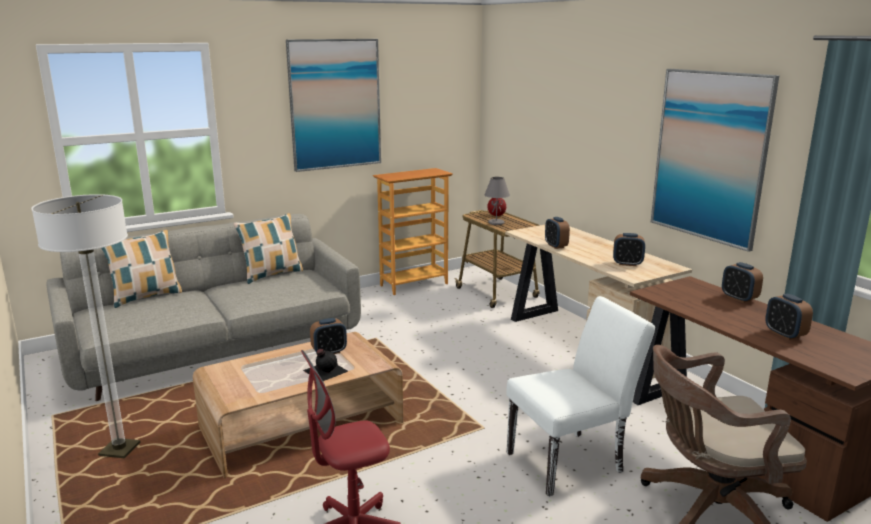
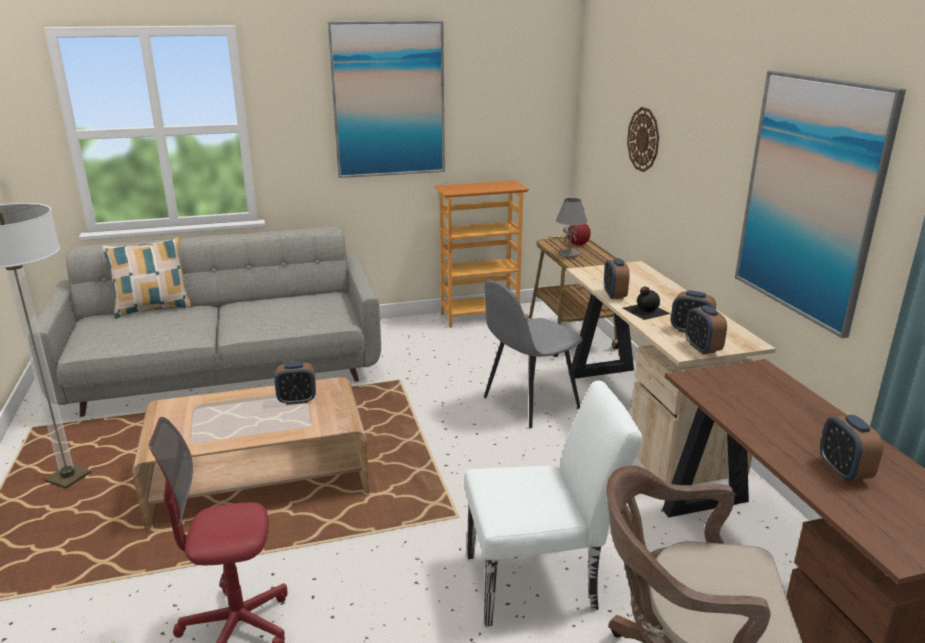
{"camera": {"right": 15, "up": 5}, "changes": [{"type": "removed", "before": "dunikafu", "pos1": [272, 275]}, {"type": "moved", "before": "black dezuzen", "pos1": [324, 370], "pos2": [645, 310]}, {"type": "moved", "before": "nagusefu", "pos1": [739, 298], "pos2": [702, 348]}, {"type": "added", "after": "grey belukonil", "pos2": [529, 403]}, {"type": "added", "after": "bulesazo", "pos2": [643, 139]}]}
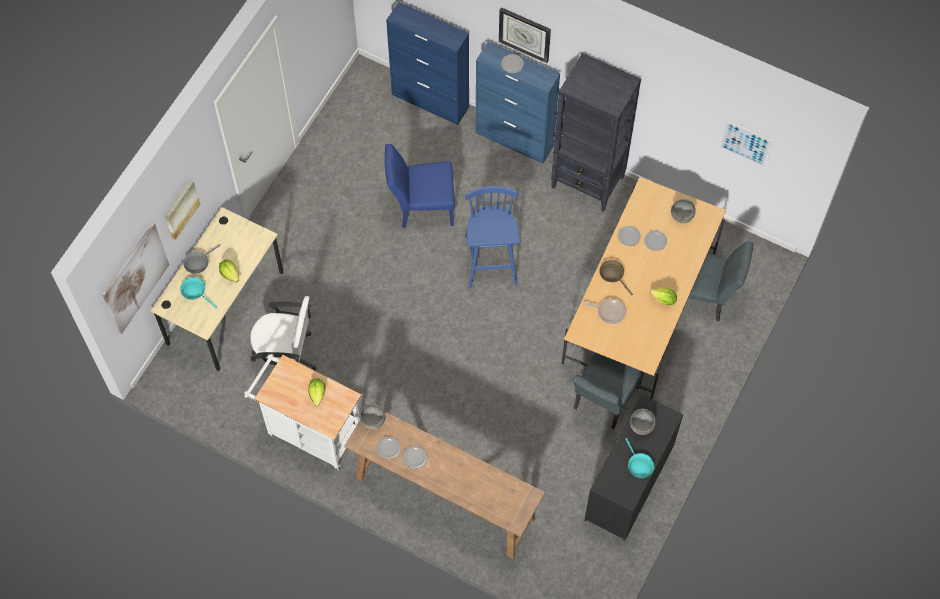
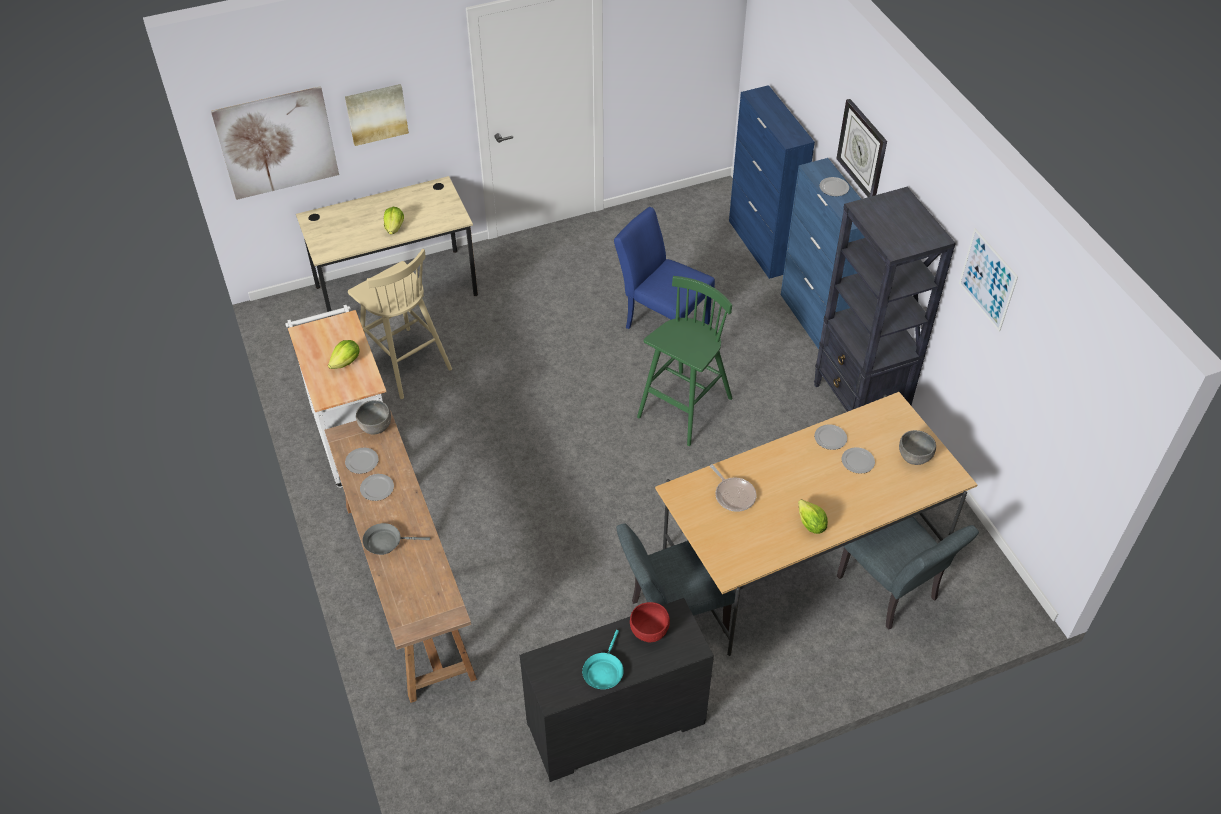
{"camera": {"right": 40, "up": -15}, "changes": [{"type": "removed", "before": "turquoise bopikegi", "pos1": [195, 291]}, {"type": "moved", "before": "grey bopikegi", "pos1": [198, 263], "pos2": [386, 542]}, {"type": "replaced", "before": "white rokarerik", "after": "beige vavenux", "pos1": [287, 356], "pos2": [404, 362]}, {"type": "recoloured", "before": "blue vavenux", "after": "green vavenux", "pos1": [491, 261], "pos2": [683, 409]}, {"type": "removed", "before": "brown bopikegi", "pos1": [613, 275]}, {"type": "recoloured", "before": "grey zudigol", "after": "red zudigol", "pos1": [641, 426], "pos2": [649, 632]}, {"type": "moved", "before": "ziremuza", "pos1": [745, 143], "pos2": [987, 280]}]}
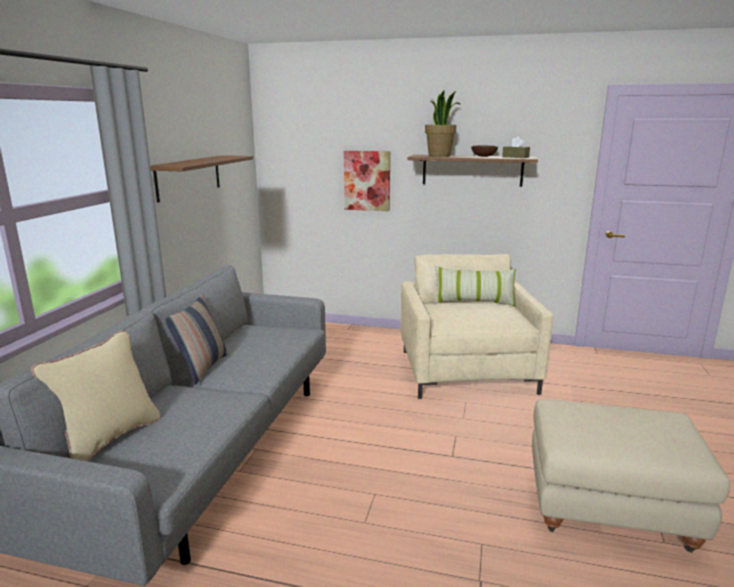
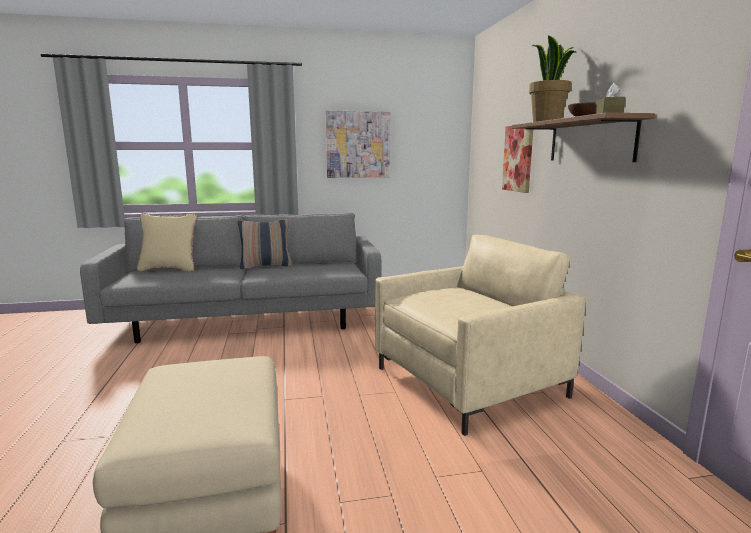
{"camera": {"right": 65, "up": -5}, "changes": [{"type": "replaced", "before": "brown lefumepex", "after": "ziremuza", "pos1": [189, 177], "pos2": [358, 144]}, {"type": "removed", "before": "dunikafu", "pos1": [473, 302]}]}
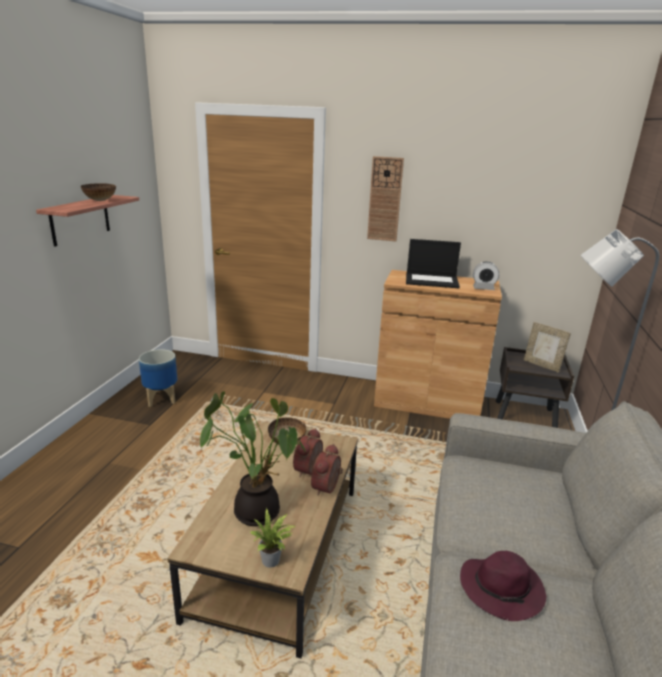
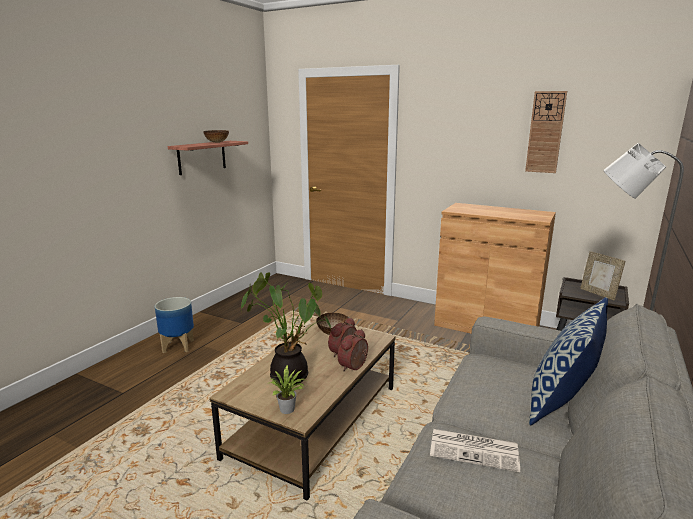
{"camera": {"right": 15, "up": -5}, "changes": [{"type": "moved", "before": "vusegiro", "pos1": [162, 399], "pos2": [179, 346]}, {"type": "moved", "before": "bulesazo", "pos1": [385, 199], "pos2": [545, 132]}, {"type": "removed", "before": "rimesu", "pos1": [432, 280]}, {"type": "replaced", "before": "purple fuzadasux", "after": "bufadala", "pos1": [502, 588], "pos2": [475, 450]}, {"type": "removed", "before": "nagusefu", "pos1": [483, 288]}, {"type": "added", "after": "dunikafu", "pos2": [561, 403]}]}
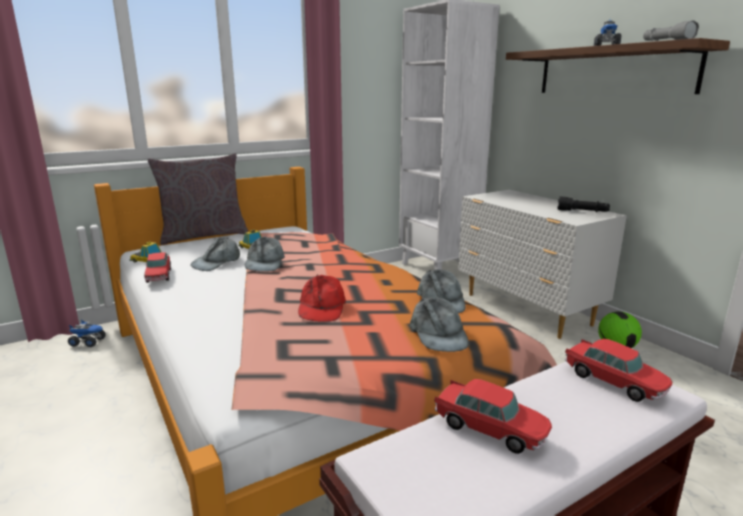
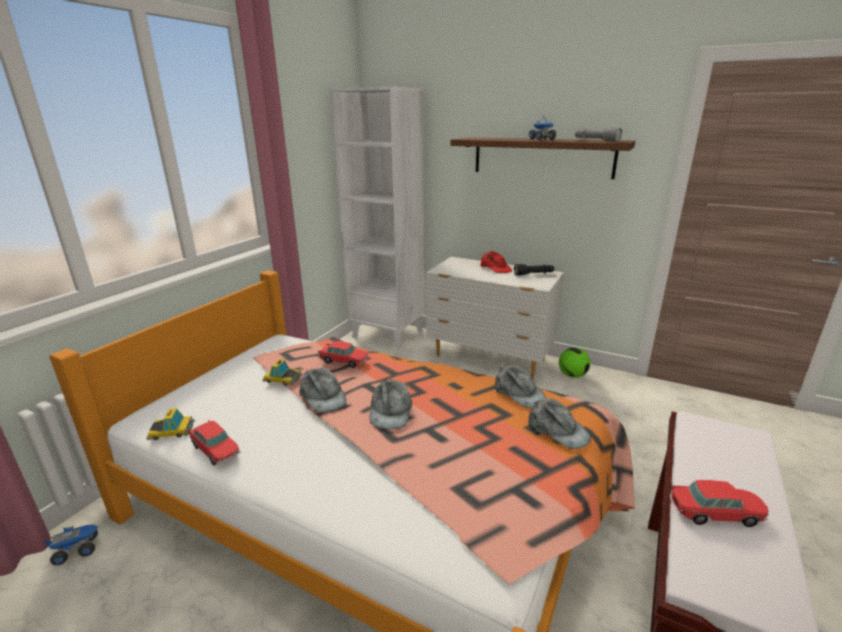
{"camera": {"right": -30, "up": 5}, "changes": [{"type": "removed", "before": "grey dunikafu", "pos1": [204, 236]}, {"type": "moved", "before": "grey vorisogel", "pos1": [217, 262], "pos2": [390, 411]}, {"type": "moved", "before": "red vorisogel", "pos1": [321, 307], "pos2": [495, 268]}, {"type": "moved", "before": "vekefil", "pos1": [614, 382], "pos2": [344, 361]}]}
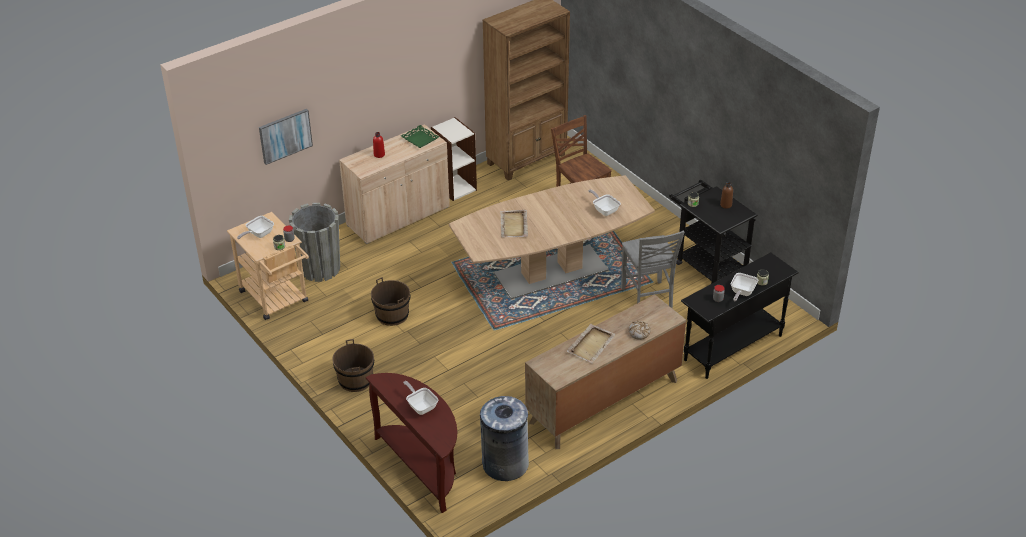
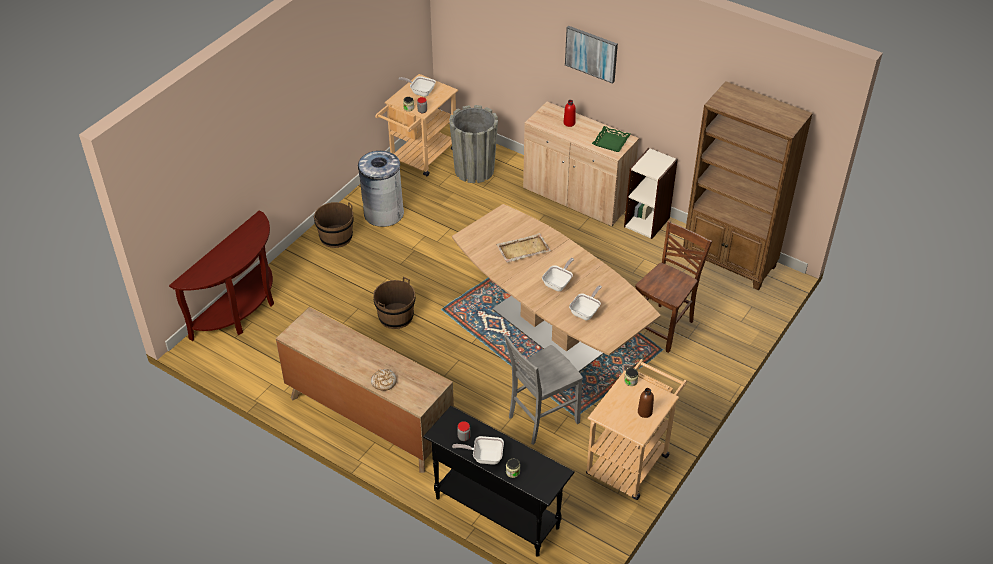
{"camera": {"right": 70, "up": 5}, "changes": [{"type": "moved", "before": "ziremuza", "pos1": [285, 135], "pos2": [591, 53]}, {"type": "moved", "before": "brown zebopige", "pos1": [392, 315], "pos2": [395, 316]}, {"type": "moved", "before": "bopikegi", "pos1": [421, 406], "pos2": [558, 283]}, {"type": "moved", "before": "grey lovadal", "pos1": [505, 464], "pos2": [383, 213]}, {"type": "removed", "before": "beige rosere", "pos1": [591, 344]}, {"type": "recoloured", "before": "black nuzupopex", "after": "beige nuzupopex", "pos1": [706, 265], "pos2": [631, 459]}]}
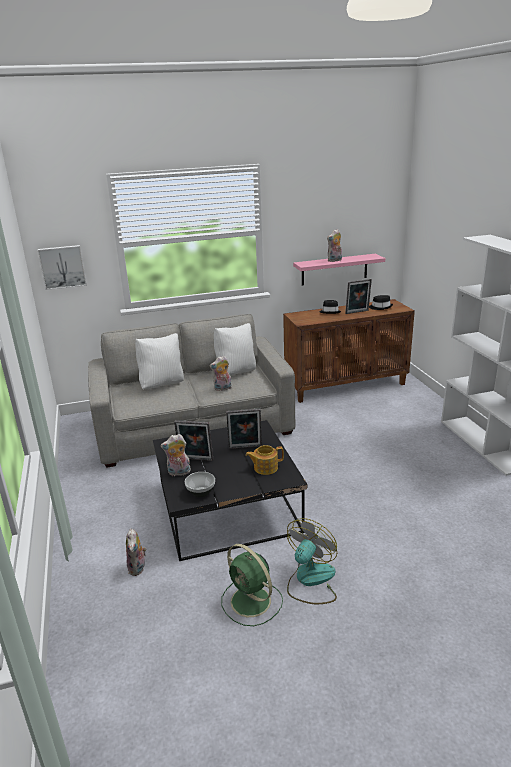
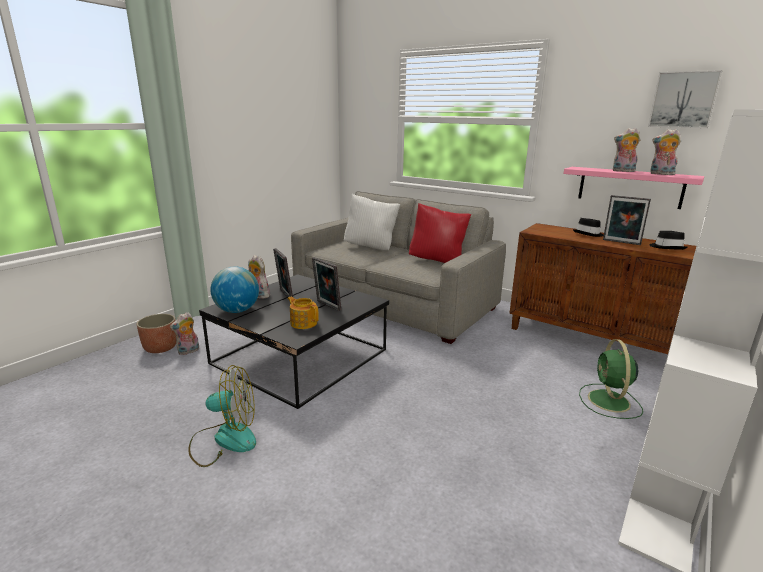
{"camera": {"right": 50, "up": -5}, "changes": [{"type": "moved", "before": "ziremuza", "pos1": [62, 267], "pos2": [683, 100]}, {"type": "replaced", "before": "zudigol", "after": "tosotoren", "pos1": [200, 492], "pos2": [237, 311]}, {"type": "moved", "before": "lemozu", "pos1": [222, 388], "pos2": [661, 174]}, {"type": "recoloured", "before": "white dunikafu", "after": "red dunikafu", "pos1": [235, 372], "pos2": [437, 261]}, {"type": "moved", "before": "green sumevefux", "pos1": [252, 602], "pos2": [609, 402]}, {"type": "added", "after": "vusegiro", "pos2": [161, 348]}]}
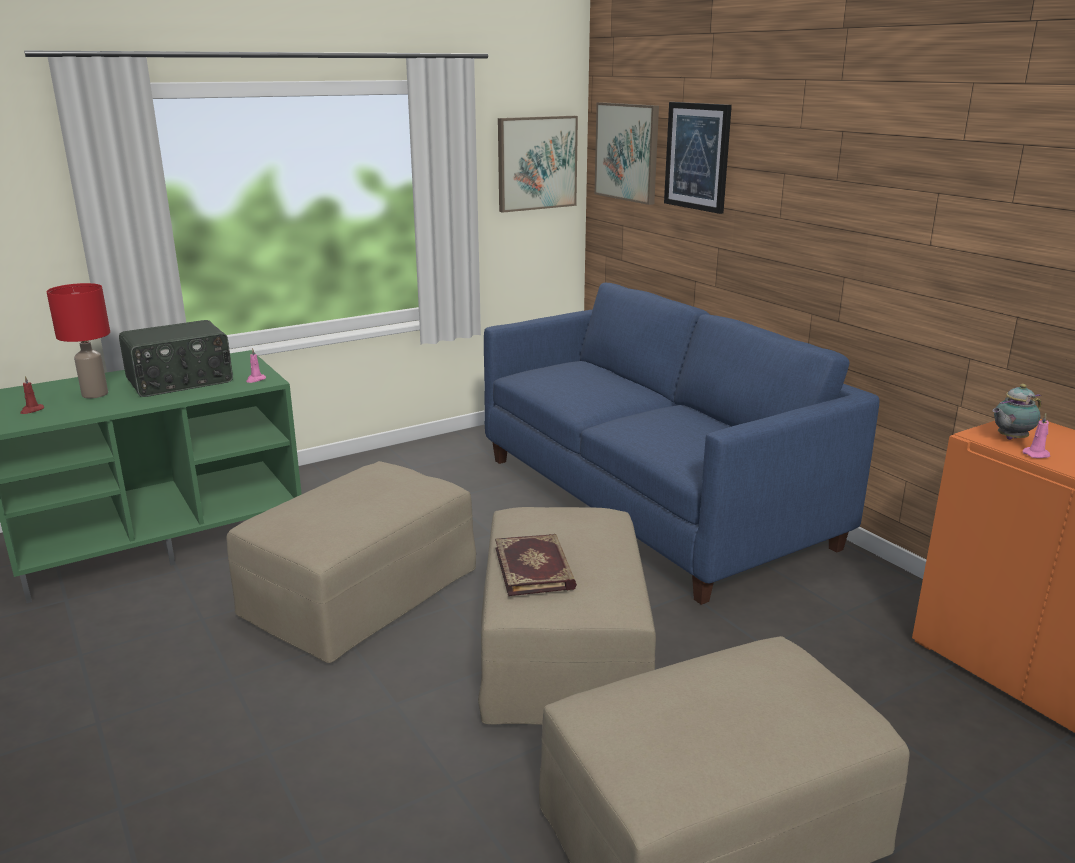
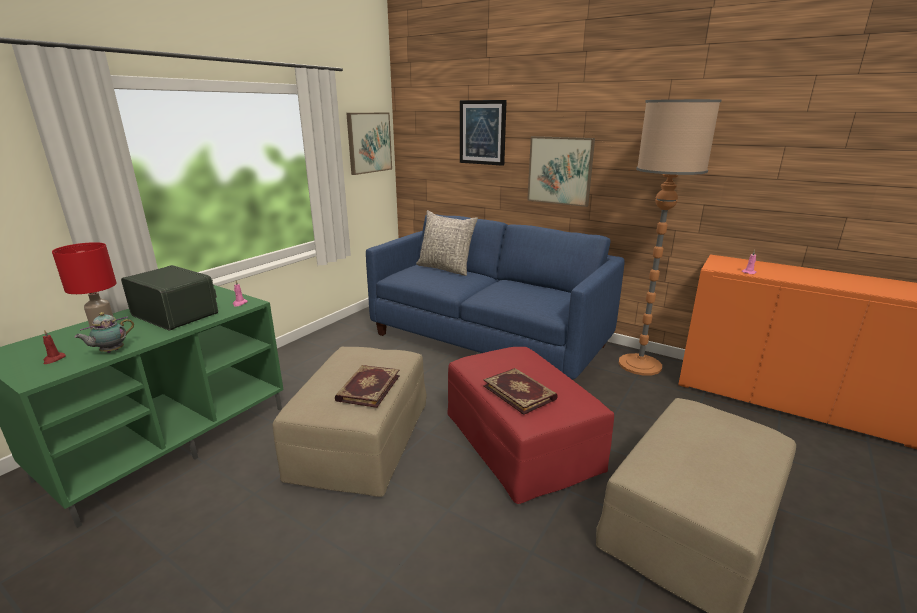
{"camera": {"right": -25, "up": 0}, "changes": [{"type": "turned", "before": "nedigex", "pos1": [180, 381], "pos2": [176, 314], "turn": -90}, {"type": "recoloured", "before": "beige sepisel", "after": "red sepisel", "pos1": [563, 653], "pos2": [520, 443]}, {"type": "moved", "before": "ziremuza", "pos1": [627, 152], "pos2": [560, 170]}, {"type": "moved", "before": "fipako", "pos1": [1010, 439], "pos2": [111, 351]}, {"type": "added", "after": "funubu", "pos2": [367, 388]}, {"type": "added", "after": "grey dunikafu", "pos2": [446, 268]}, {"type": "added", "after": "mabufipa", "pos2": [640, 365]}]}
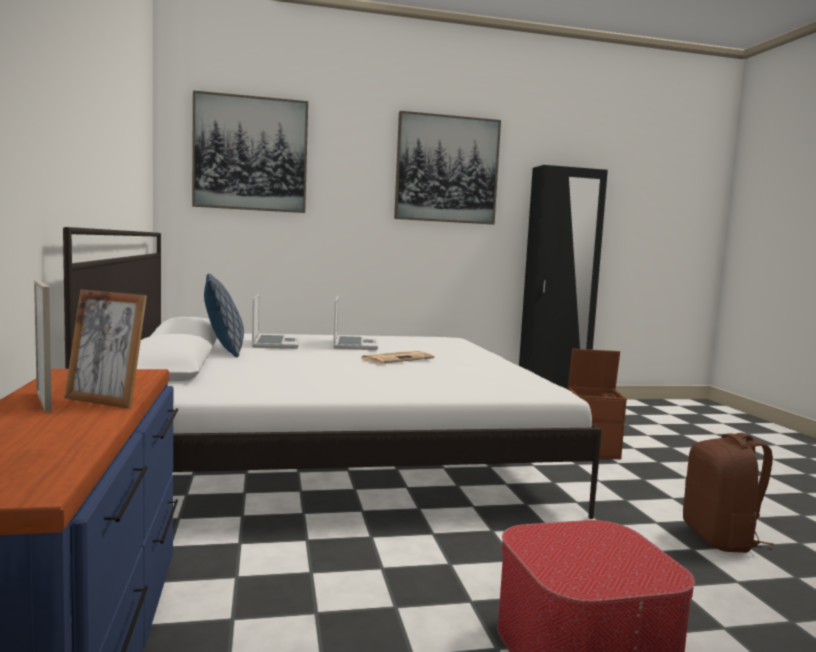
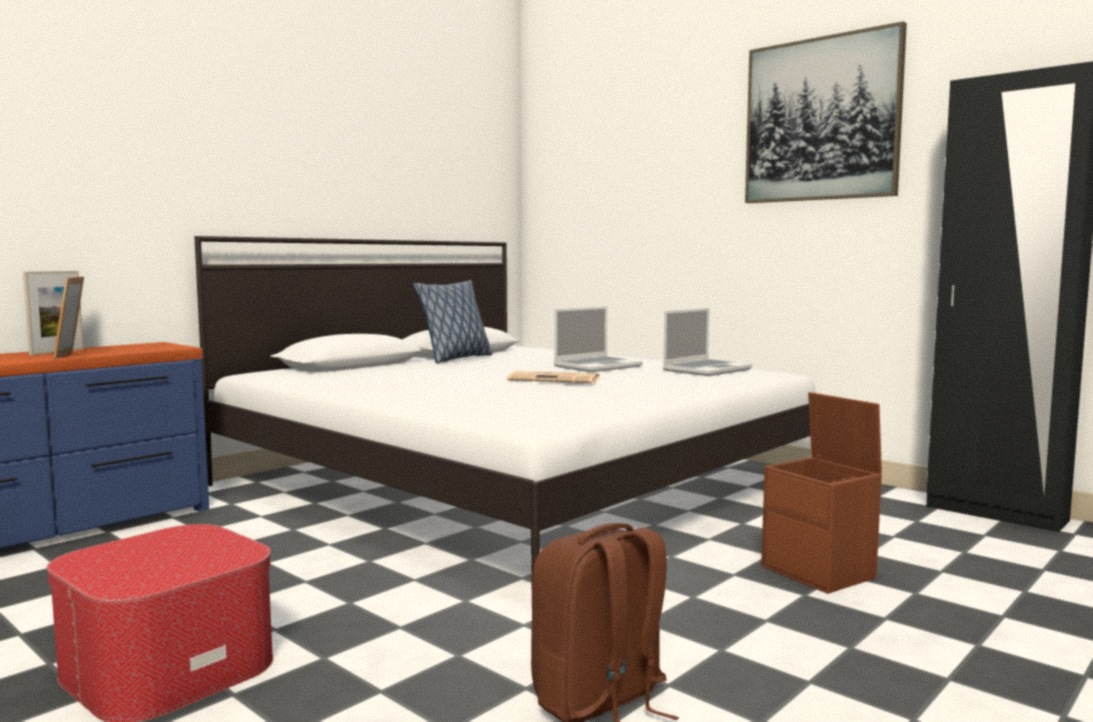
{"camera": {"right": 55, "up": 0}, "changes": [{"type": "removed", "before": "ziremuza", "pos1": [250, 154]}, {"type": "moved", "before": "rimesu", "pos1": [275, 343], "pos2": [706, 370]}]}
